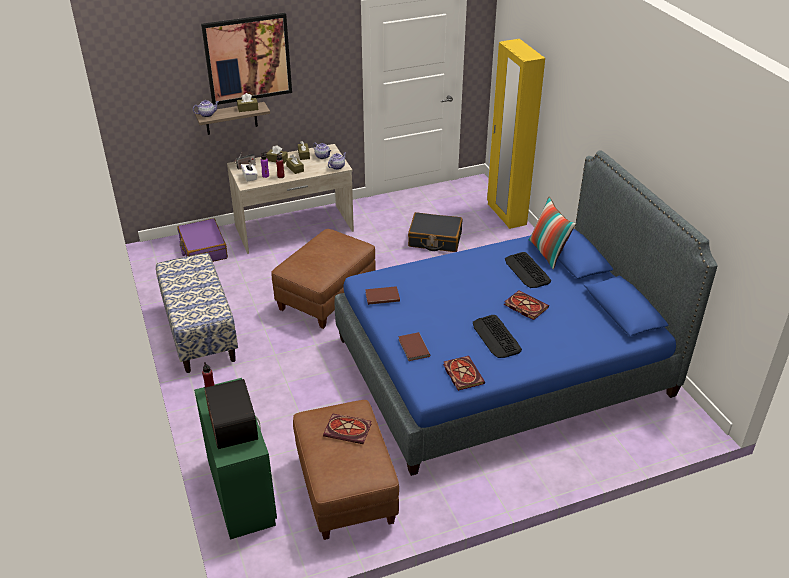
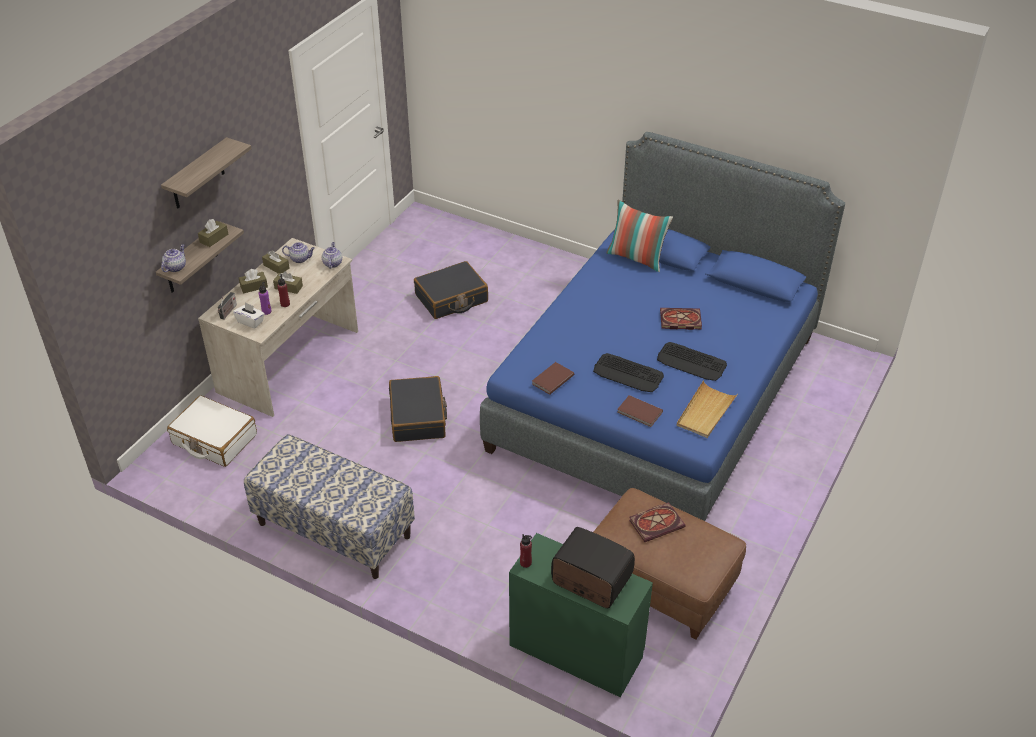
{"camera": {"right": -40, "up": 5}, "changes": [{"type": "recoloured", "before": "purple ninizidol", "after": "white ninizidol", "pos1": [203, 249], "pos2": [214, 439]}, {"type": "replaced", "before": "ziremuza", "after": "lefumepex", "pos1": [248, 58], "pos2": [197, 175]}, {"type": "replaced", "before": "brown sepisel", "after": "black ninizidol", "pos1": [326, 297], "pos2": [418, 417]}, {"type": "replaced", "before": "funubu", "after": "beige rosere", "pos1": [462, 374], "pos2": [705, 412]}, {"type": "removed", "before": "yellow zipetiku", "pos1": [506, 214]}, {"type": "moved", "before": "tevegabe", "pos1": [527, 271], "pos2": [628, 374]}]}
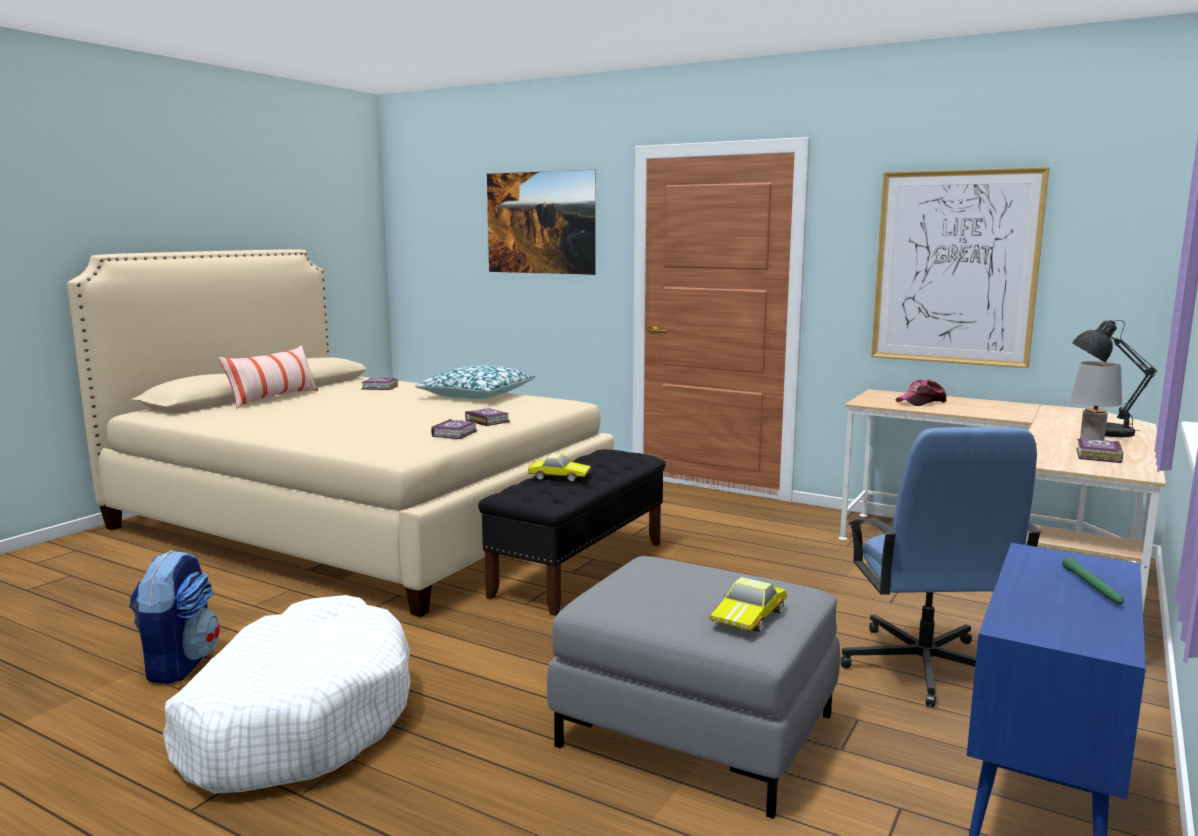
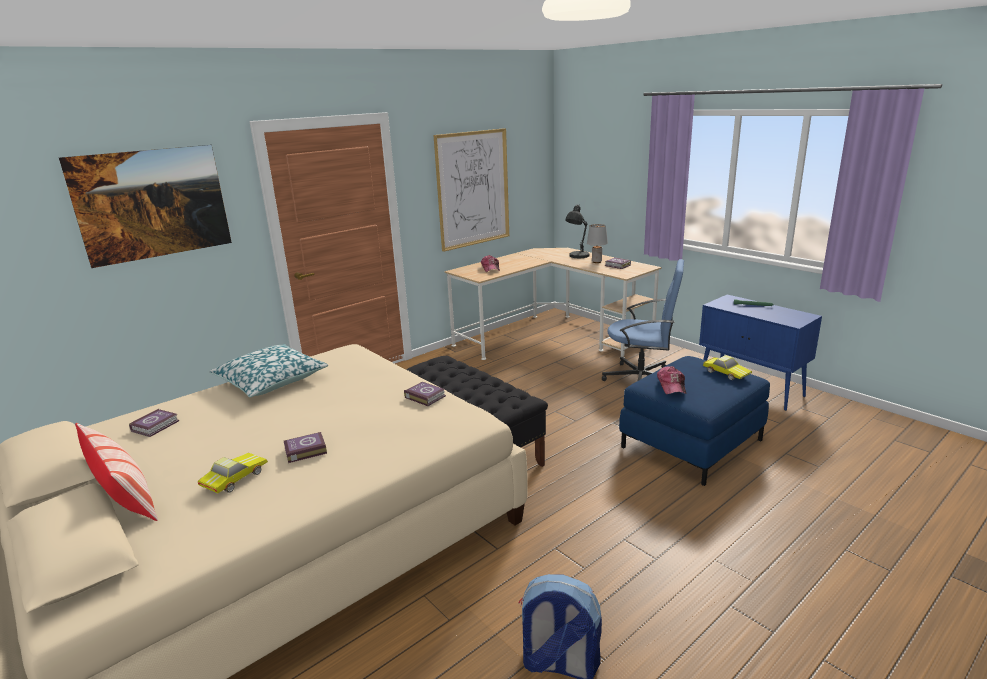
{"camera": {"right": -70, "up": 10}, "changes": [{"type": "removed", "before": "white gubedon", "pos1": [297, 719]}, {"type": "moved", "before": "funubu", "pos1": [487, 421], "pos2": [304, 450]}, {"type": "moved", "before": "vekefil", "pos1": [559, 476], "pos2": [233, 478]}, {"type": "recoloured", "before": "grey sepisel", "after": "blue sepisel", "pos1": [697, 730], "pos2": [691, 443]}, {"type": "added", "after": "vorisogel", "pos2": [672, 386]}]}
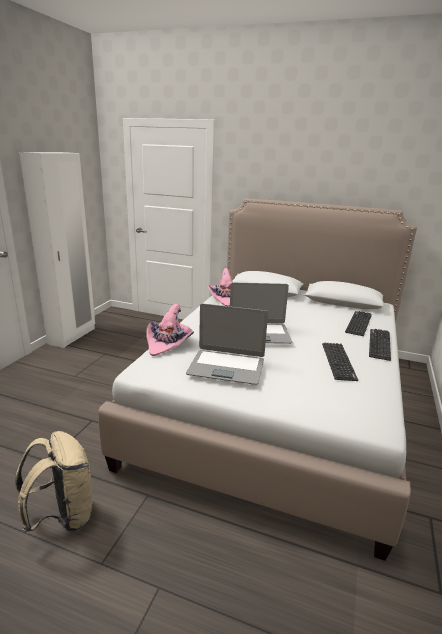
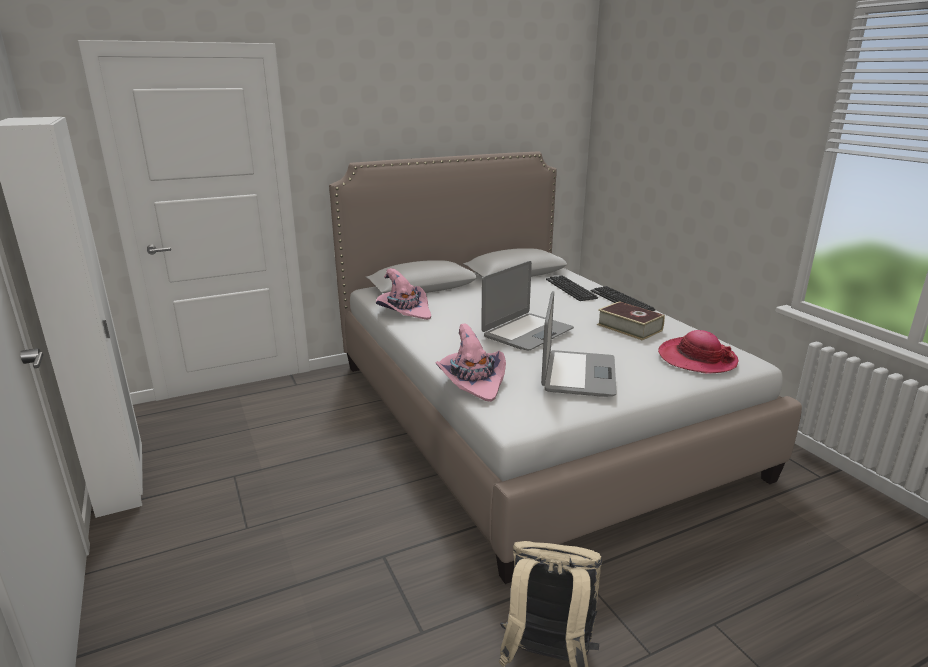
{"camera": {"right": -45, "up": 0}, "changes": [{"type": "turned", "before": "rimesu", "pos1": [226, 367], "pos2": [578, 374], "turn": -45}, {"type": "replaced", "before": "tevegabe", "after": "funubu", "pos1": [338, 361], "pos2": [629, 327]}, {"type": "added", "after": "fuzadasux", "pos2": [697, 358]}]}
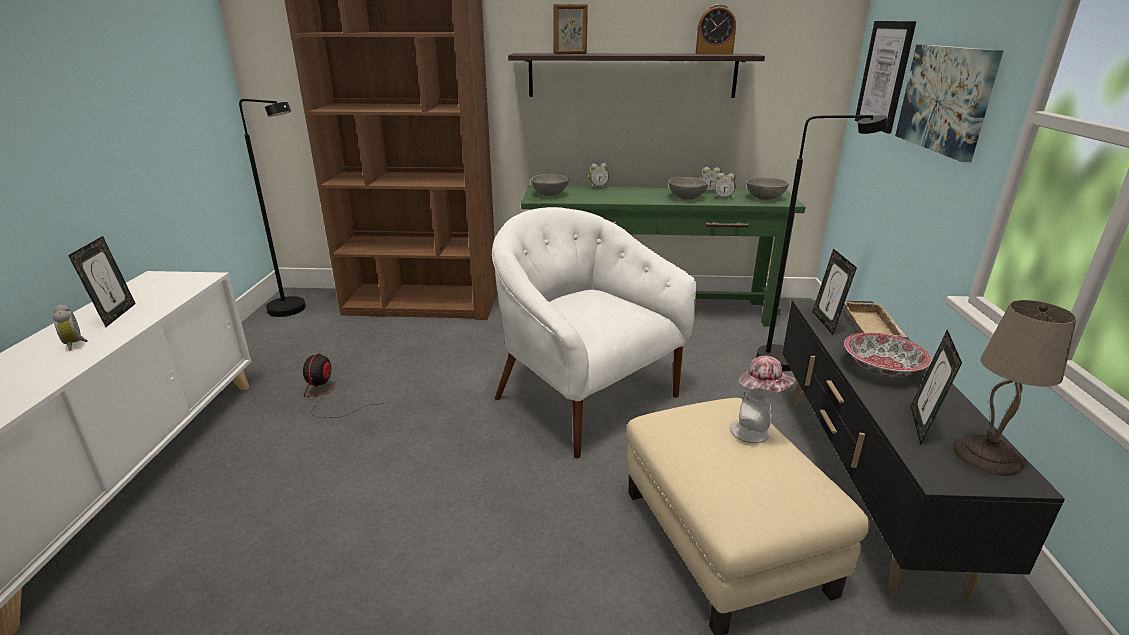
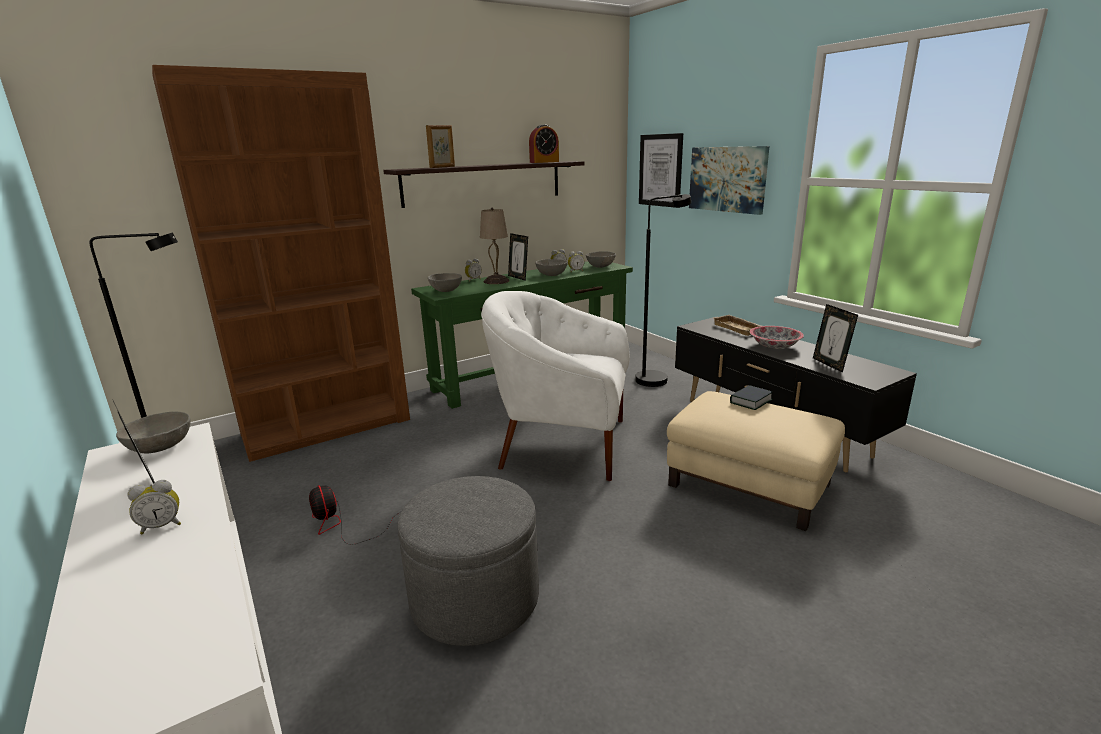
{"camera": {"right": -35, "up": -5}, "changes": [{"type": "turned", "before": "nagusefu", "pos1": [76, 344], "pos2": [162, 526], "turn": -45}, {"type": "replaced", "before": "fuzadasux", "after": "funubu", "pos1": [755, 432], "pos2": [750, 401]}, {"type": "moved", "before": "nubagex", "pos1": [826, 322], "pos2": [518, 277]}, {"type": "moved", "before": "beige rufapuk", "pos1": [985, 455], "pos2": [495, 281]}, {"type": "added", "after": "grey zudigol", "pos2": [161, 447]}, {"type": "added", "after": "grey sepisel", "pos2": [475, 598]}]}
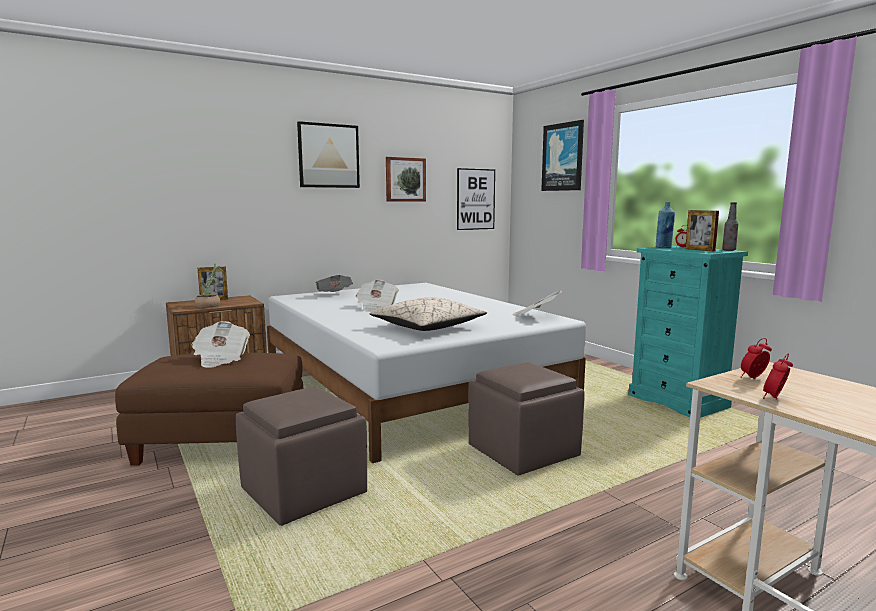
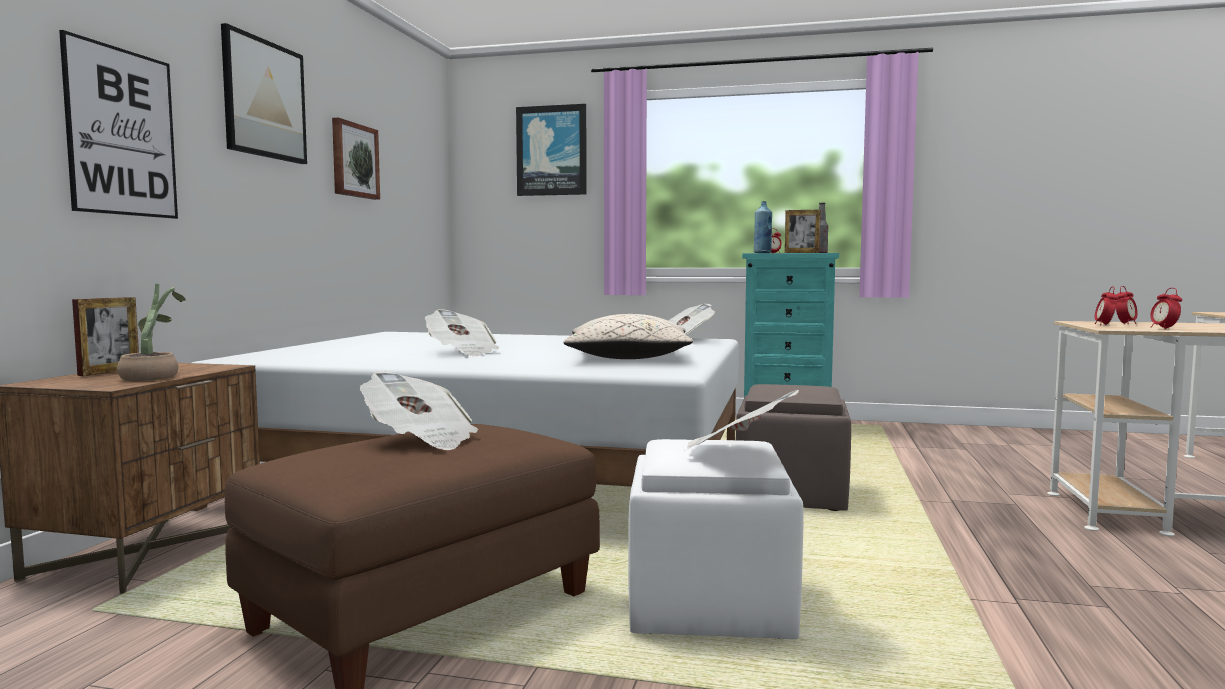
{"camera": {"right": -45, "up": -5}, "changes": [{"type": "recoloured", "before": "brown sepisel", "after": "white sepisel", "pos1": [304, 491], "pos2": [708, 606]}, {"type": "moved", "before": "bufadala", "pos1": [334, 294], "pos2": [736, 453]}, {"type": "moved", "before": "ziremuza", "pos1": [475, 199], "pos2": [122, 132]}, {"type": "added", "after": "nagusefu", "pos2": [1125, 324]}]}
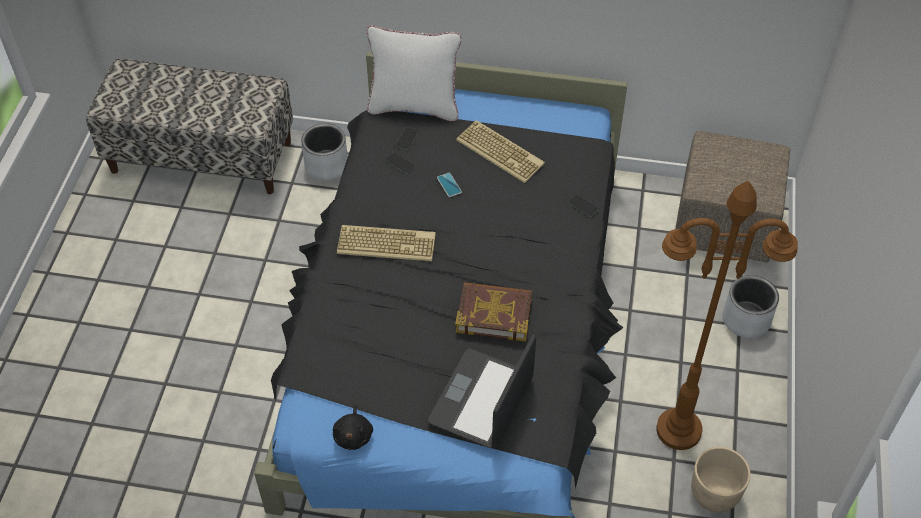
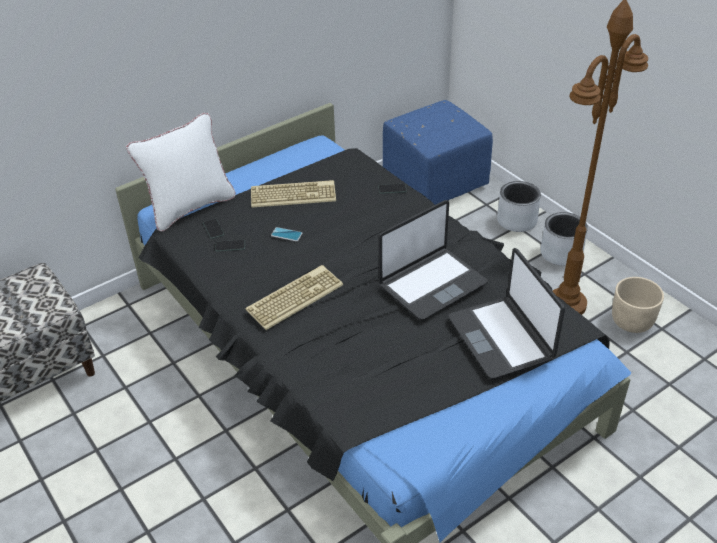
{"camera": {"right": -45, "up": -10}, "changes": [{"type": "moved", "before": "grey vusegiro", "pos1": [327, 166], "pos2": [561, 253]}, {"type": "removed", "before": "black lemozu", "pos1": [353, 435]}, {"type": "replaced", "before": "funubu", "after": "rimesu", "pos1": [494, 314], "pos2": [432, 284]}, {"type": "recoloured", "before": "beige sepisel", "after": "blue sepisel", "pos1": [725, 223], "pos2": [435, 181]}]}
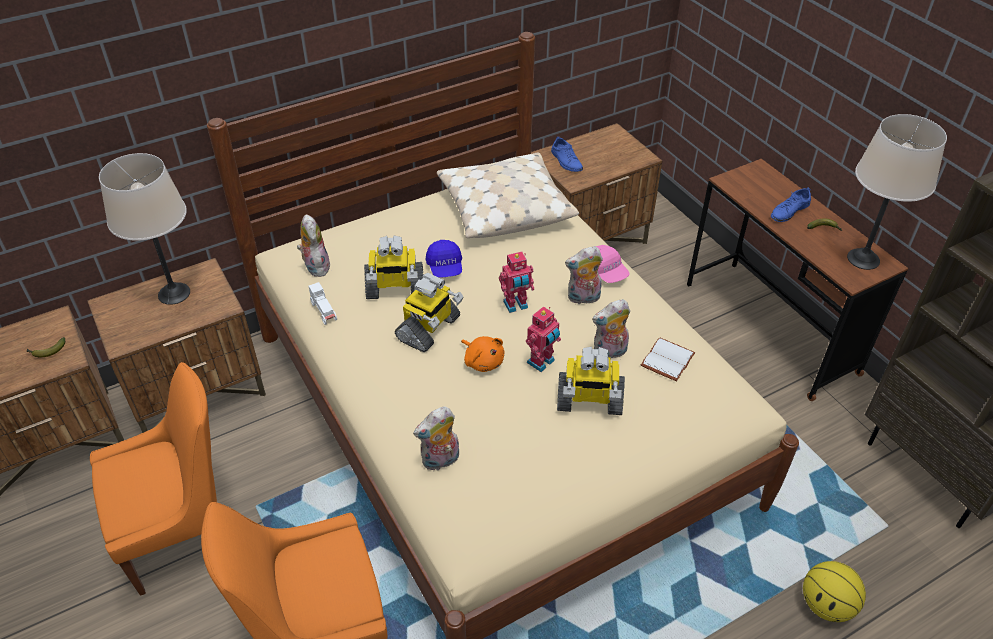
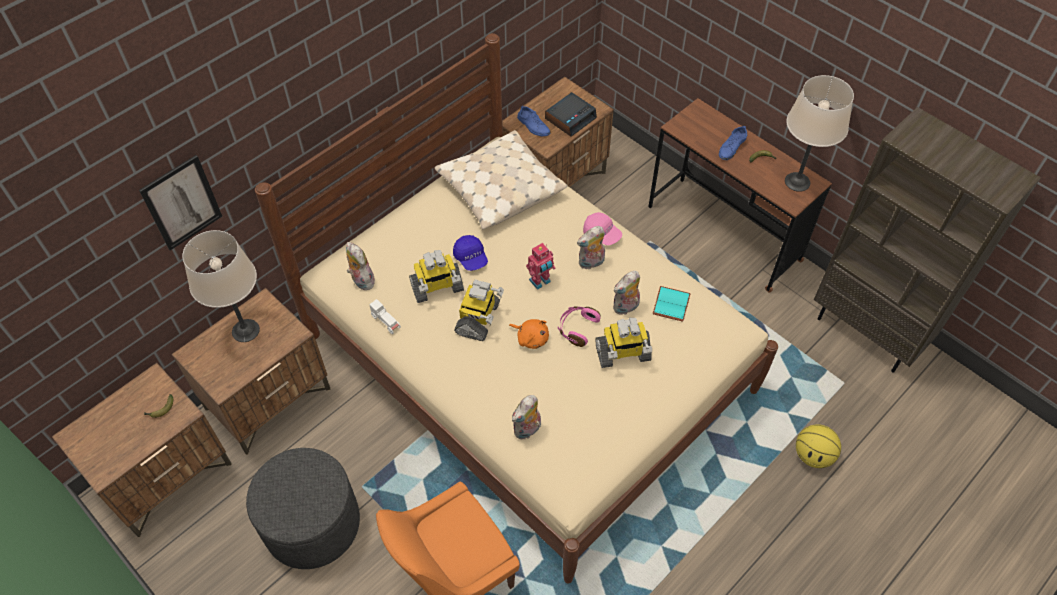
{"camera": {"right": -15, "up": 10}, "changes": [{"type": "replaced", "before": "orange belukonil", "after": "grey sepisel", "pos1": [184, 533], "pos2": [312, 523]}, {"type": "replaced", "before": "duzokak", "after": "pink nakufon", "pos1": [542, 362], "pos2": [577, 328]}, {"type": "recoloured", "before": "white funubu", "after": "turquoise funubu", "pos1": [666, 359], "pos2": [670, 303]}, {"type": "added", "after": "ziremuza", "pos2": [182, 203]}, {"type": "added", "after": "nagusefu", "pos2": [570, 118]}]}
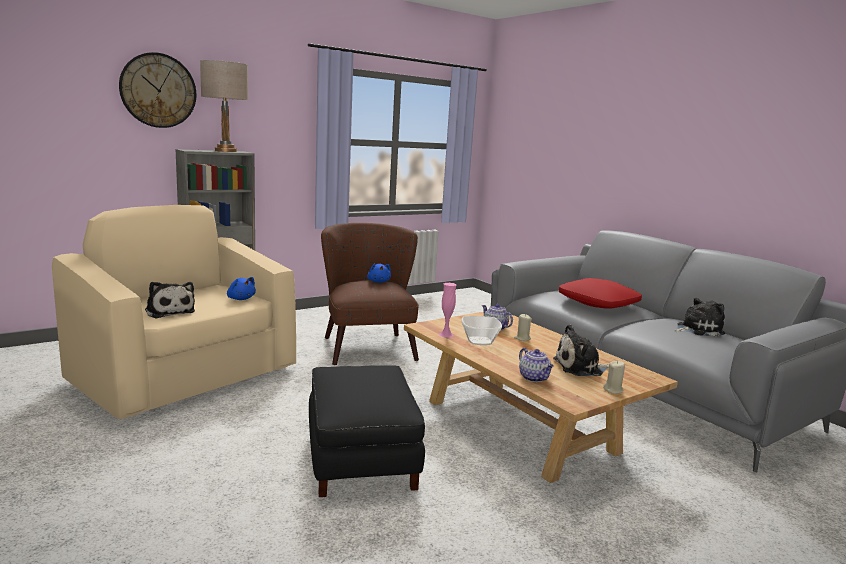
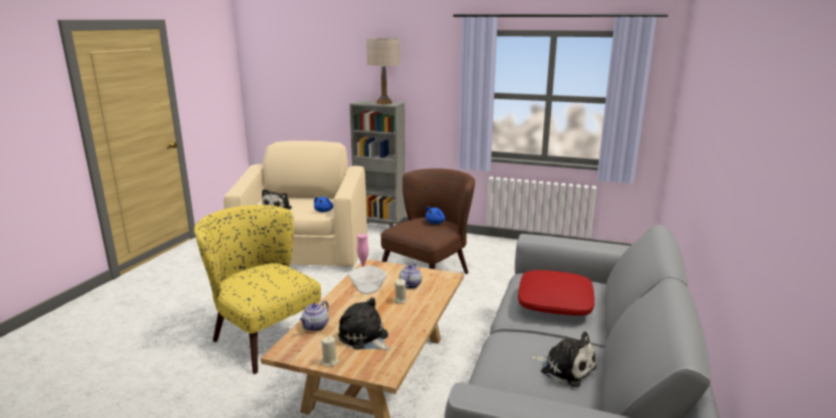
{"camera": {"right": 55, "up": 5}, "changes": [{"type": "removed", "before": "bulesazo", "pos1": [158, 90]}, {"type": "replaced", "before": "black sepisel", "after": "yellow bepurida", "pos1": [360, 457], "pos2": [264, 334]}]}
